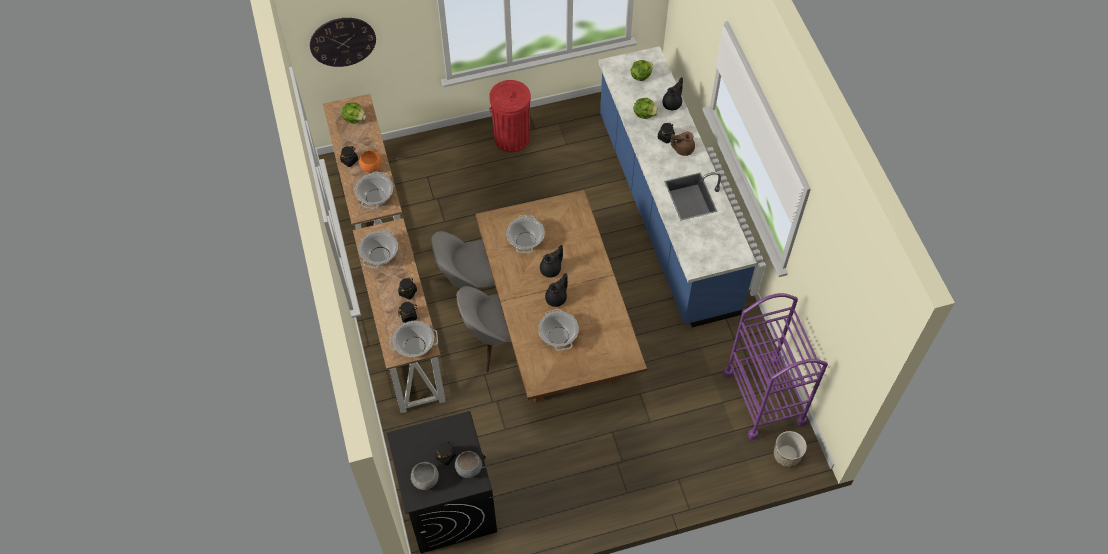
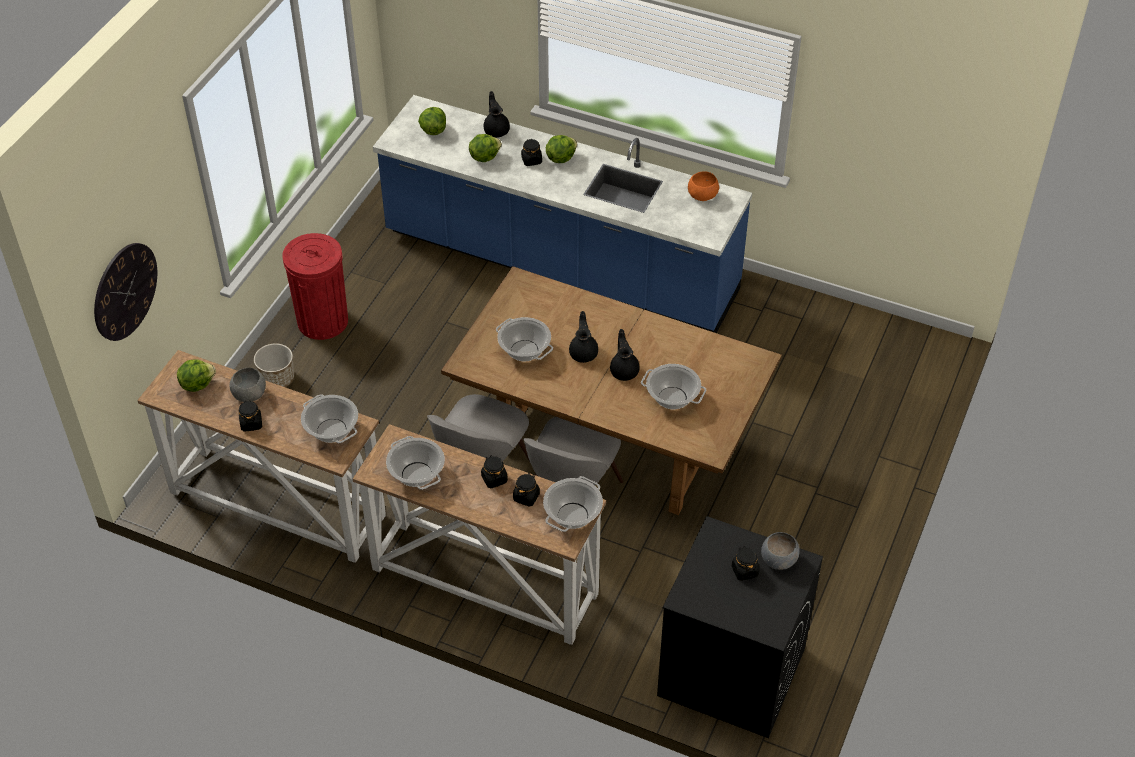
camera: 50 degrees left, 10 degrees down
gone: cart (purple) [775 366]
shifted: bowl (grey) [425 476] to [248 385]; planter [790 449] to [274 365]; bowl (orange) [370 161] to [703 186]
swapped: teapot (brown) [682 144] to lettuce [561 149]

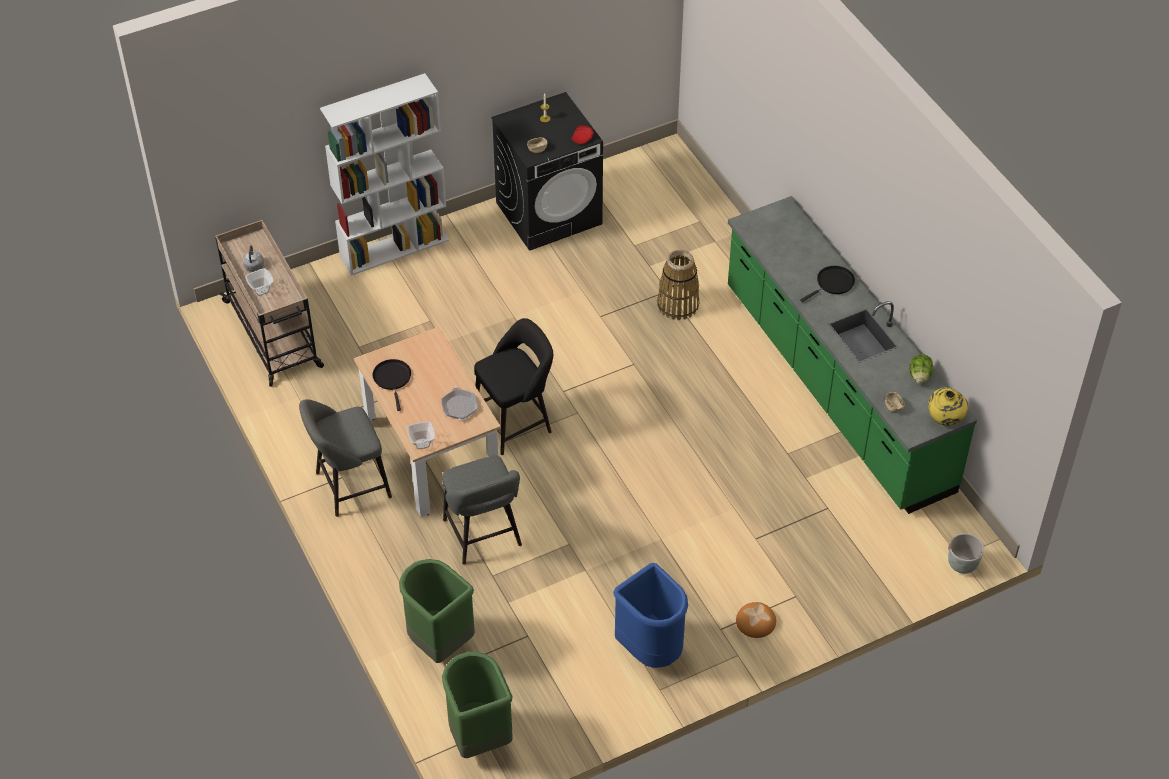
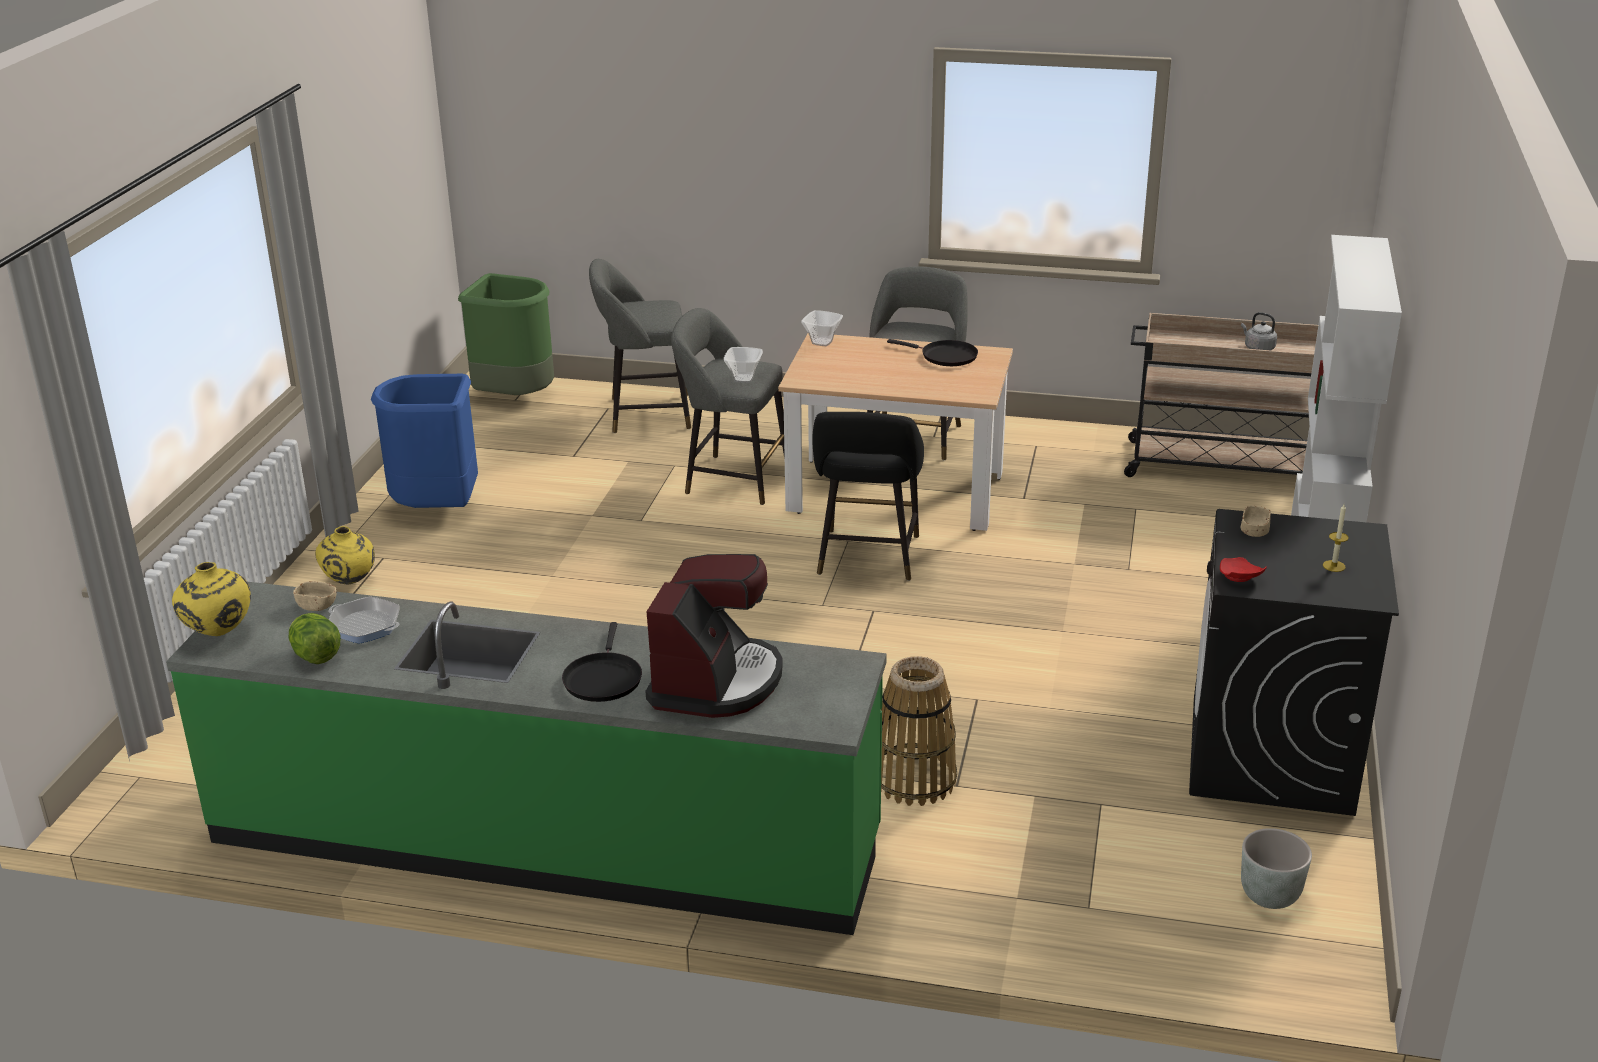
camera: 130 degrees right, 20 degrees down
new: coffee machine [714 636]
shifted: frying pan [459 403] to [364 620]; bowl [259 282] to [743 365]; planter (grey) [966 553] to [1276 868]
swapped: bread [756 620] to vase (yellow) [345 555]; trash can (green) [437 611] to stool (grey) [640 346]

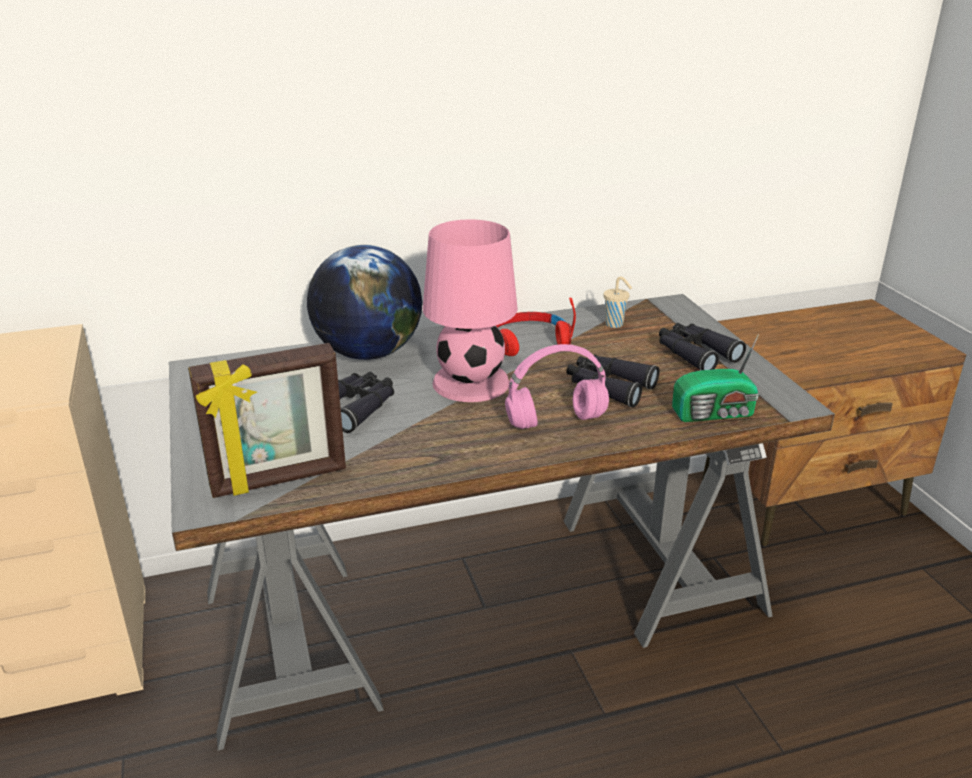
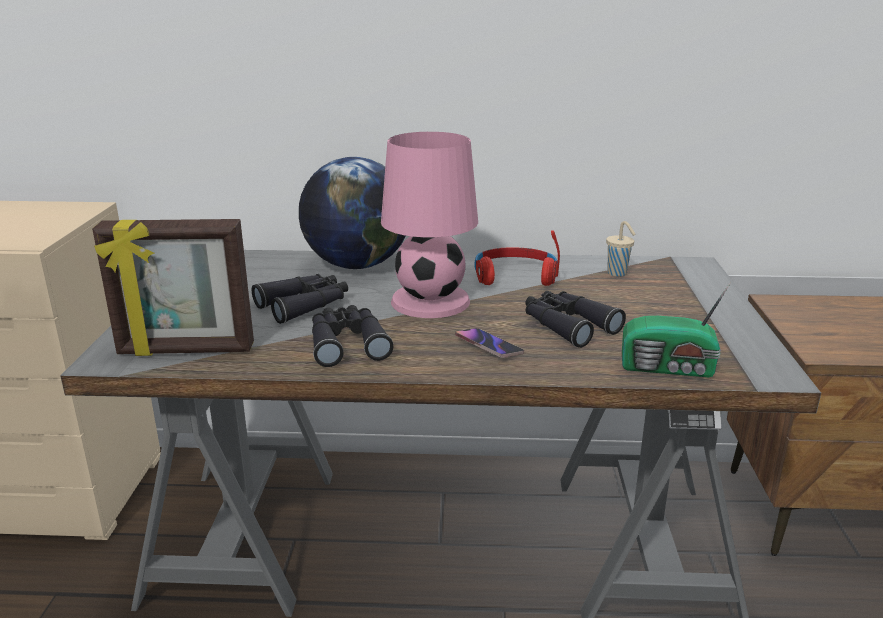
camera: 20 degrees right, 5 degrees down
shifted: binoculars (black) [702 347] to [353 336]
swapped: headphones (pink) [557 386] to phone [489 343]

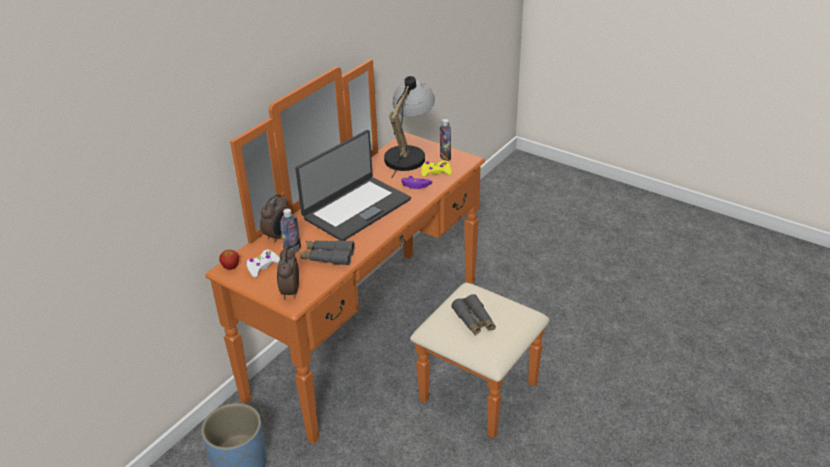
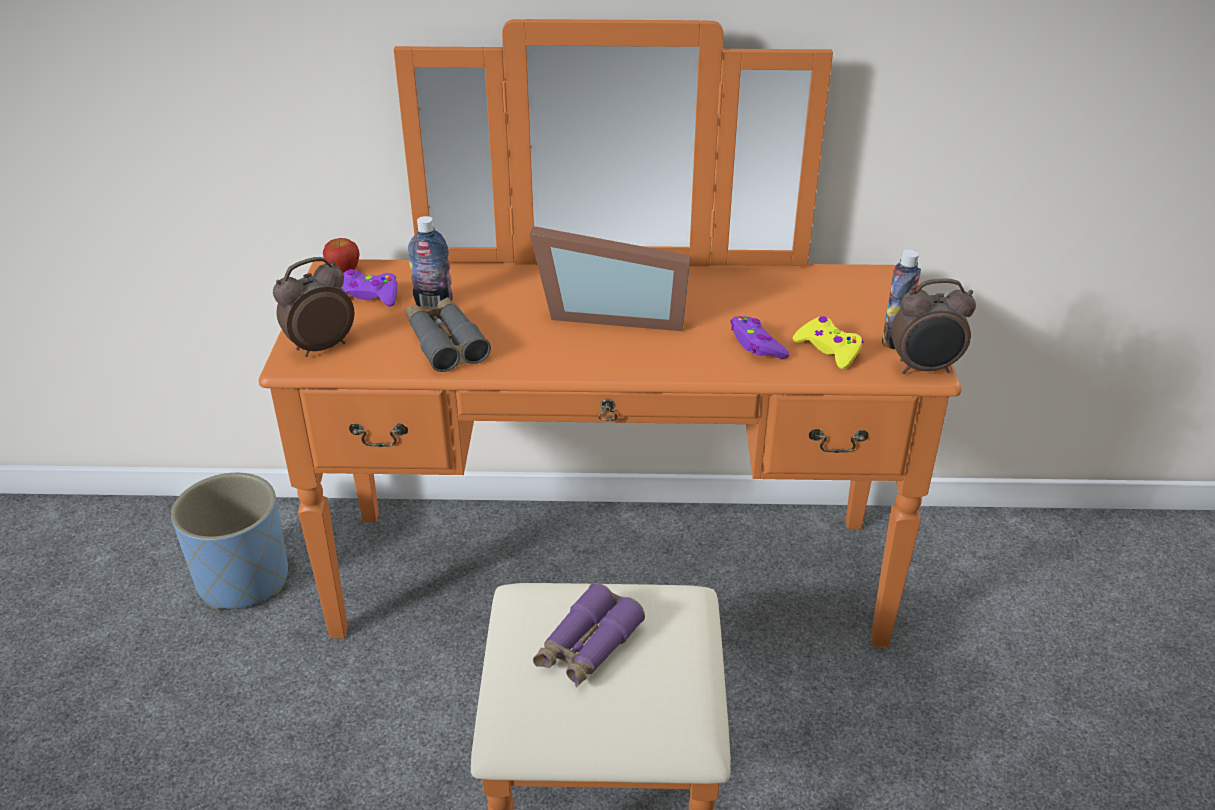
camera: 55 degrees right, 0 degrees up
gone: table lamp [409 127]
shifted: alarm clock [274 218] to [933 326]
swapped: laptop [353 185] to picture frame [610 278]
repainted: game controller (white) [263 263] to game controller (purple) [369 288]; binoculars (grey) [473 315] to binoculars (purple) [589 635]

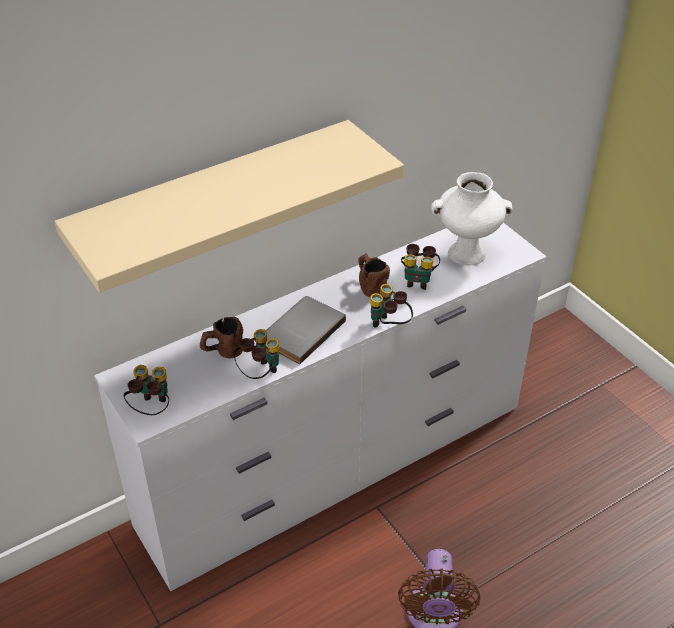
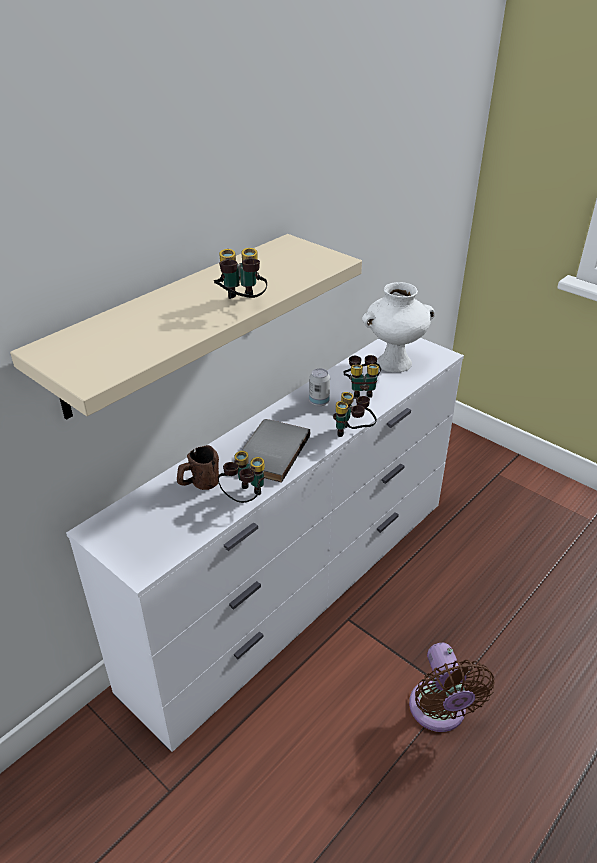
camera: 15 degrees left, 5 degrees down
shifted: binoculars [146 390] to [240 273]
swapped: mug (brown) [374 275] to can [319 387]

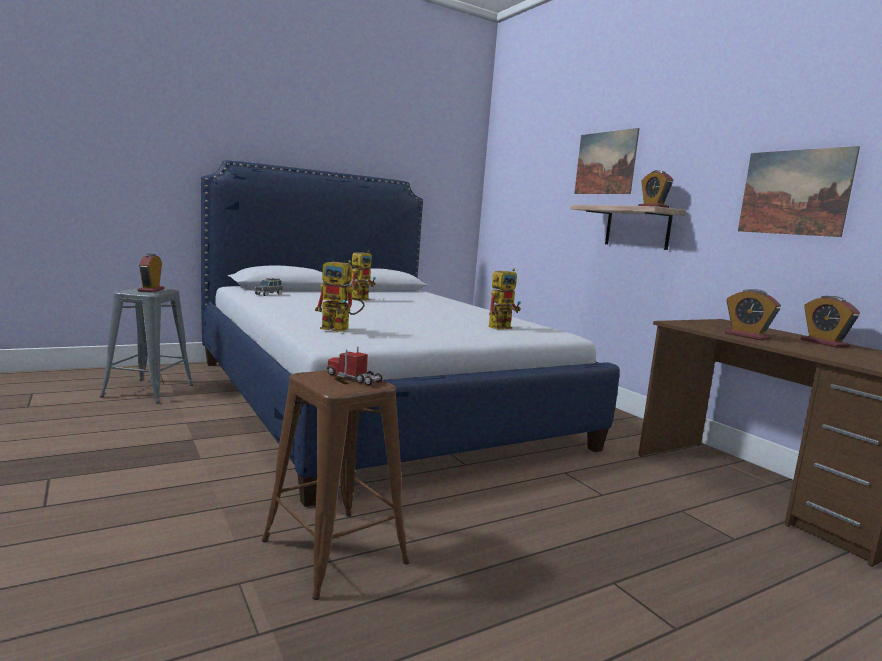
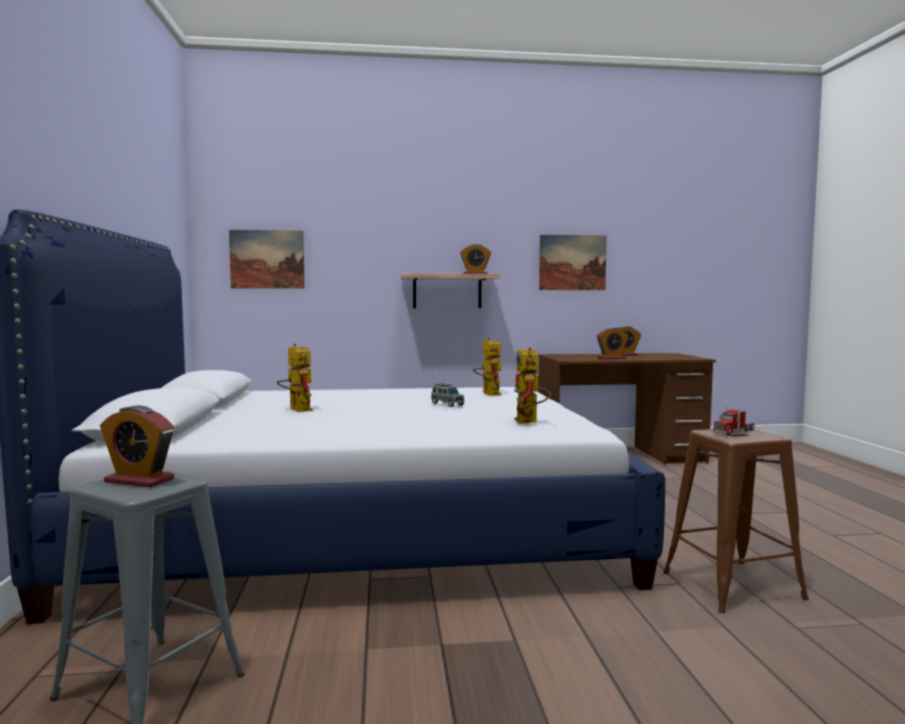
camera: 65 degrees left, 5 degrees down
shifted: picture [607 161] to [267 259]; toy car (grey) [268 287] to [447 395]
rotated: toy robot [340 296] = [532 385] 135 degrees clockwise

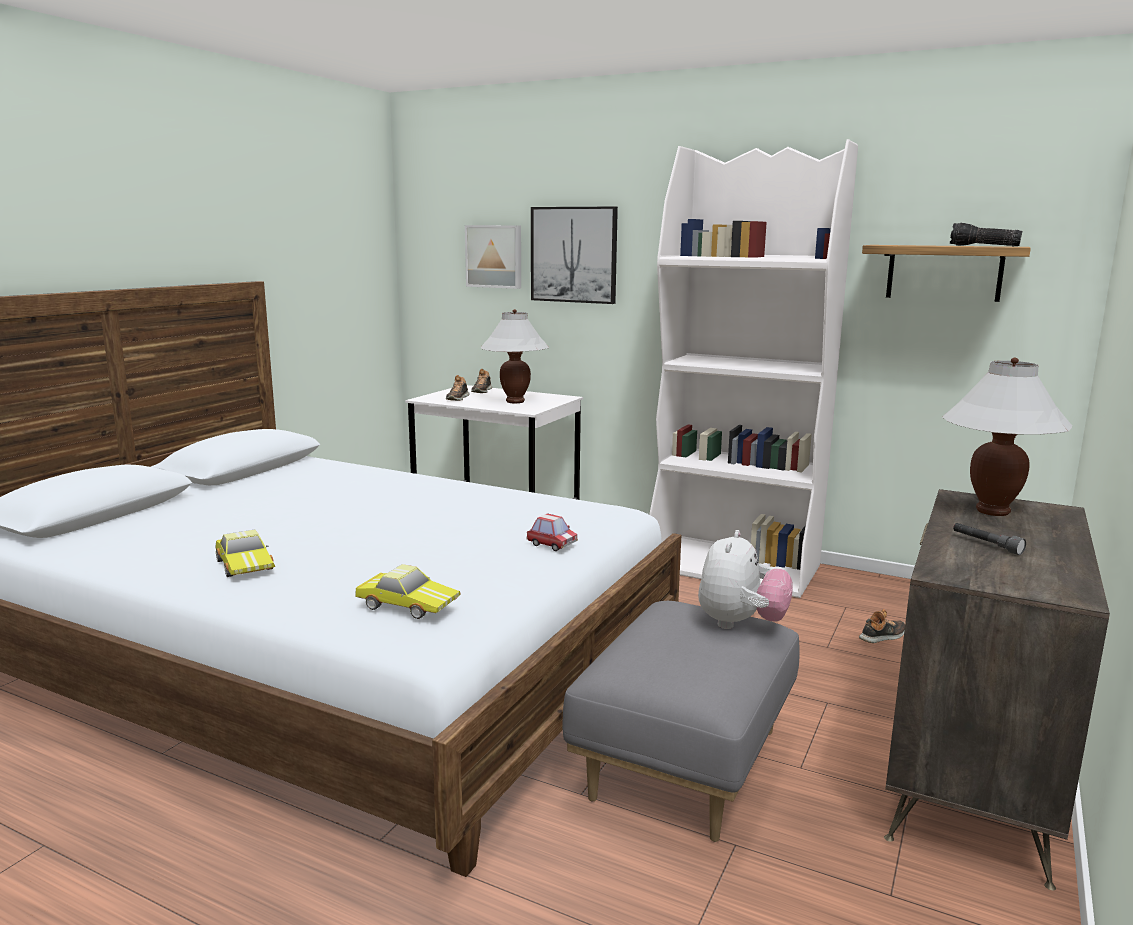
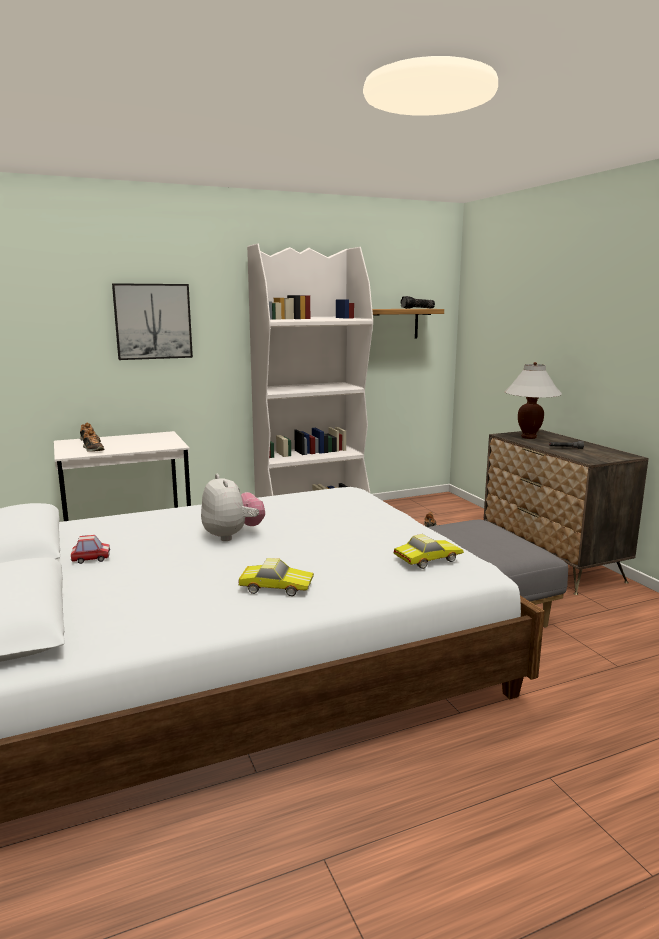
camera: 50 degrees left, 0 degrees up
gone: picture [493 257]; table lamp (white) [514 356]
shifted: toy car [552 532] to [90 549]; plush toy [745 579] to [233 507]

